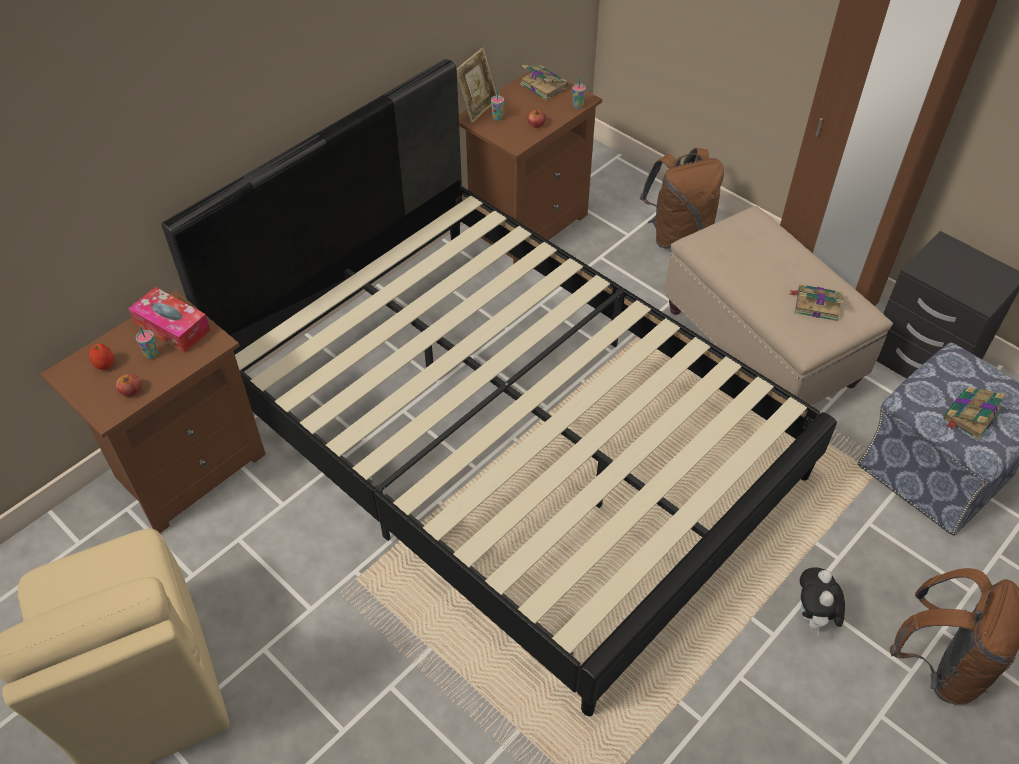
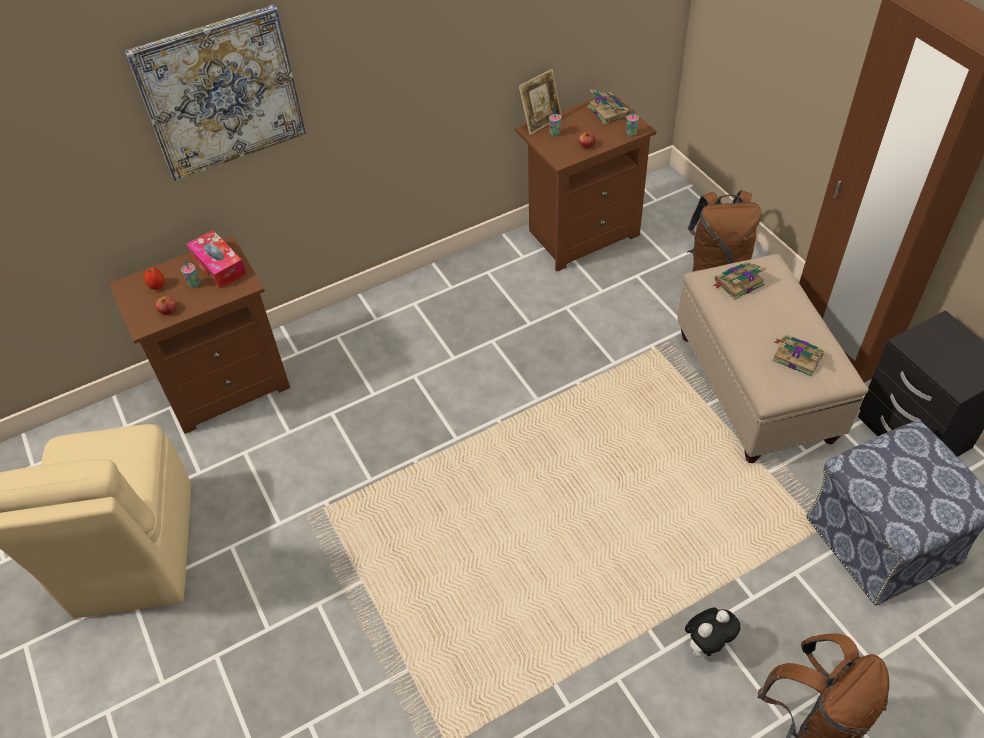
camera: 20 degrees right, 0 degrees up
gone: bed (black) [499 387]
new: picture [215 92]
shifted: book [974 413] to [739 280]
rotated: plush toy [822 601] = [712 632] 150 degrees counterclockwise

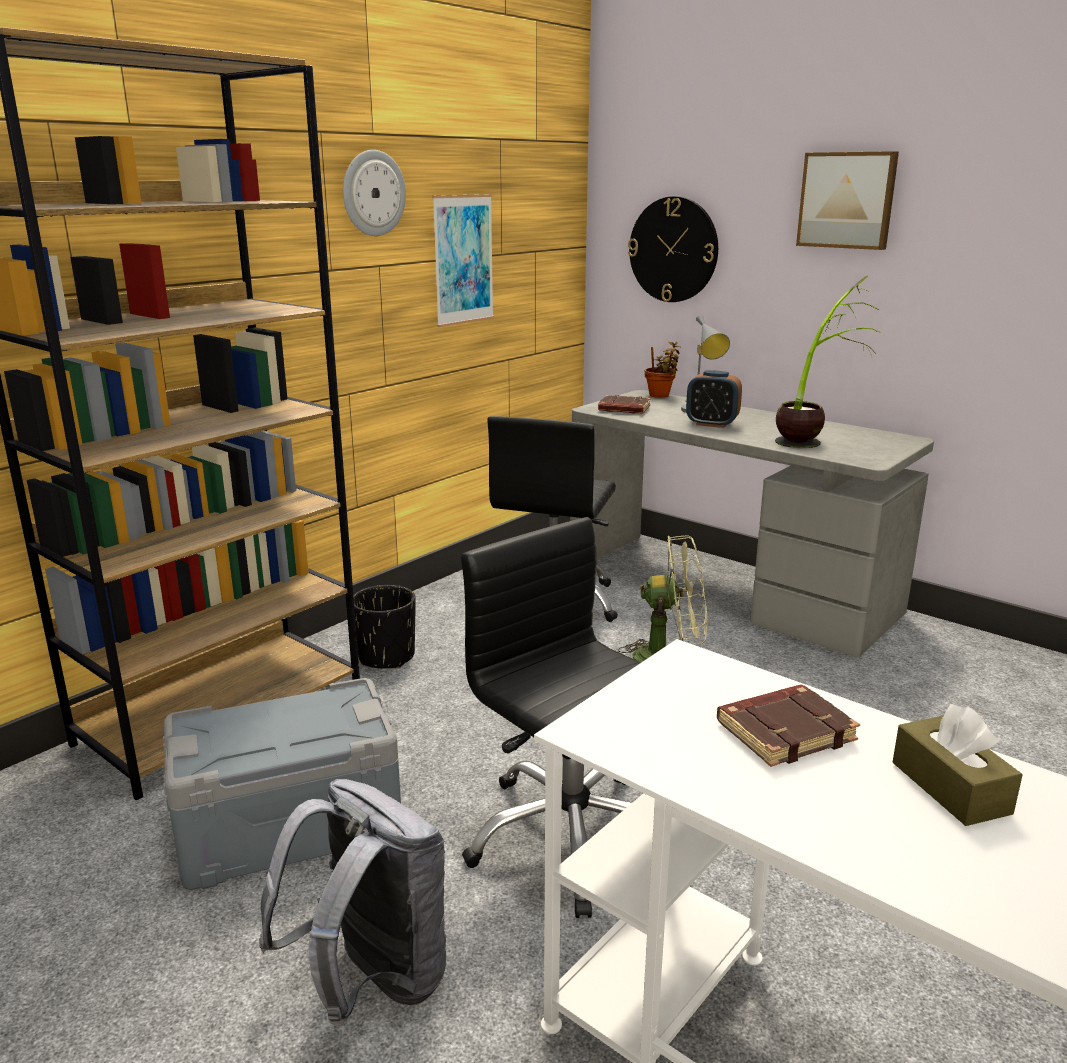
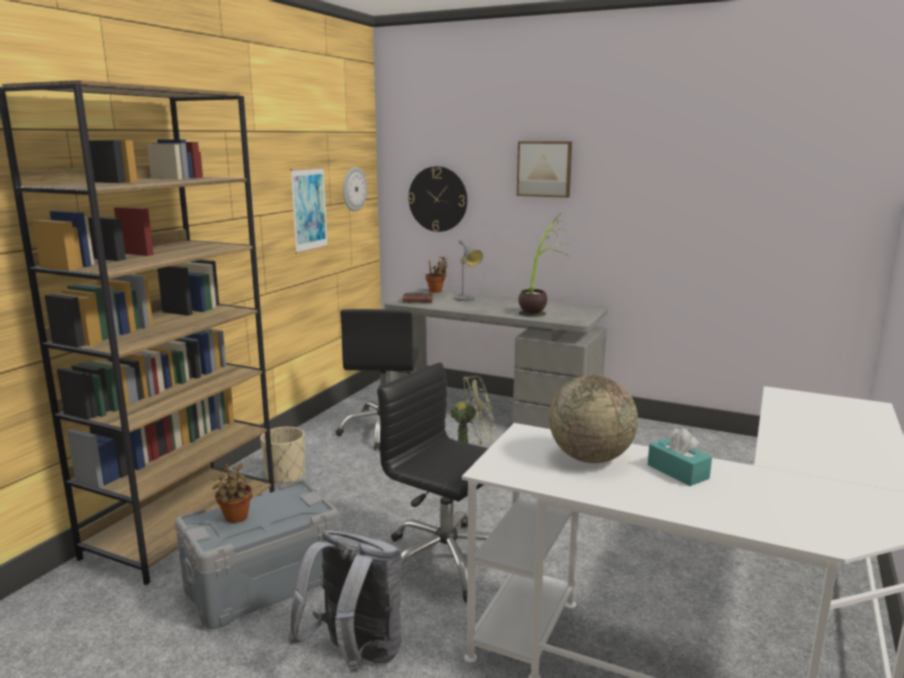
camera: 15 degrees left, 5 degrees down
gone: alarm clock [714 399]
new: potted plant [232 493]
shifted: wall clock [374 193] to [355 189]
swapped: book (brown) [788 725] to globe [593 419]
repainted: planter (black) [384 627] to planter (beige) [282 455]; tissue box (brown) [957 765] to tissue box (turquoise) [680 457]

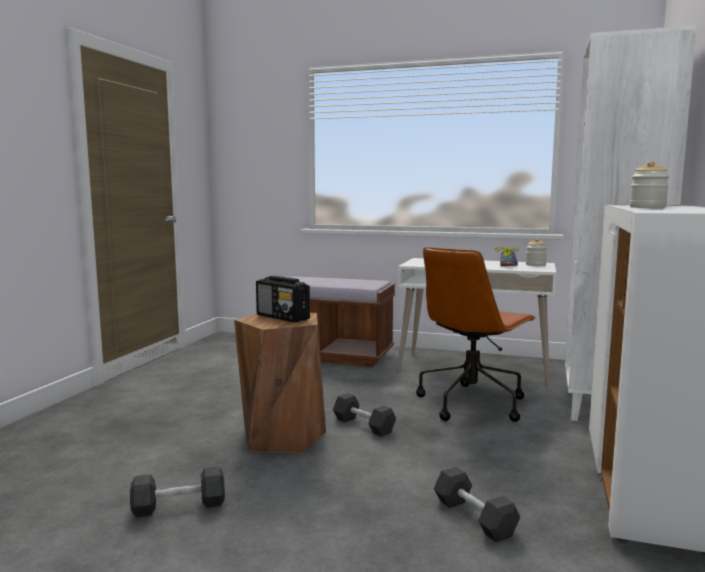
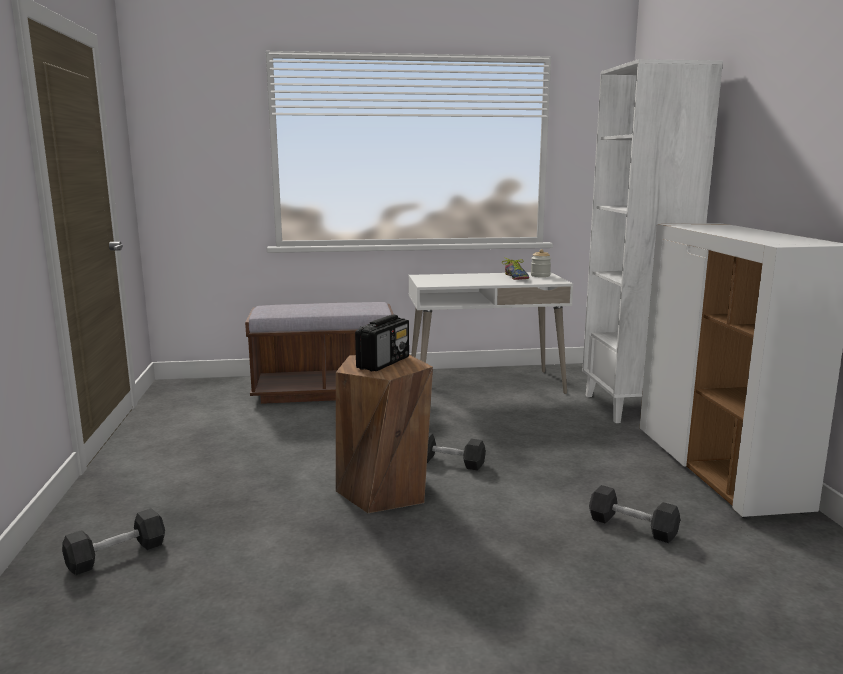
camera: 25 degrees left, 5 degrees up
gone: office chair (brown) [476 334]; jar [649 184]
shifted: dumbbell (black) [177 491] to [113 541]
rotated: radio [283 299] = [382 343] 75 degrees counterclockwise

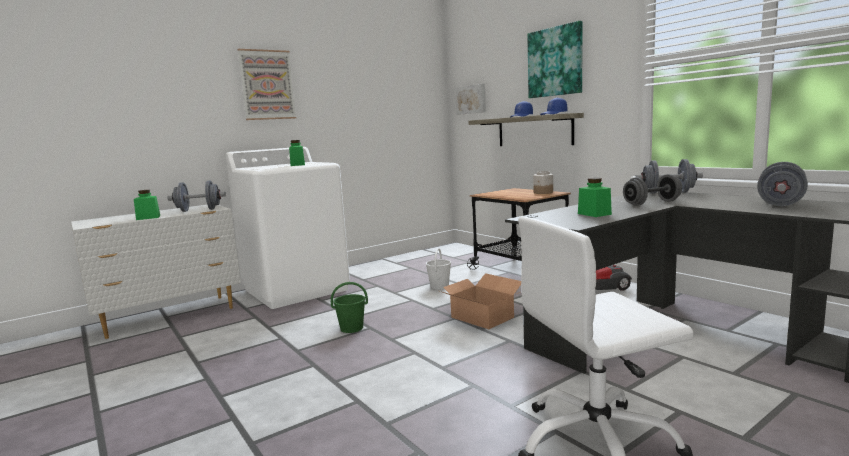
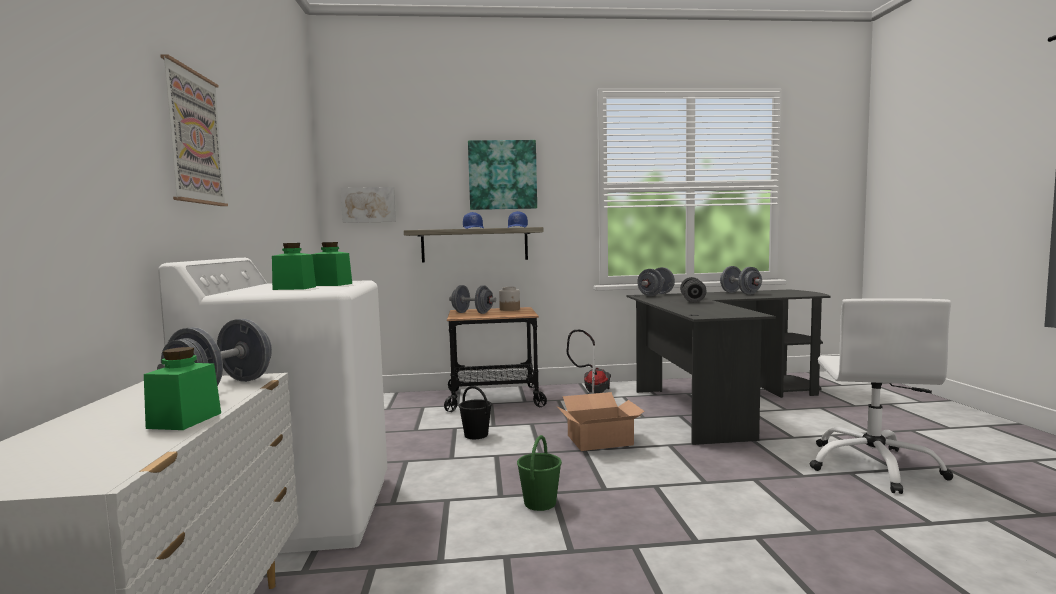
camera: 60 degrees left, 5 degrees down
new: dumbbell (grey) [472 299]
shifted: jar (green) [595 197] to [294 266]
repainted: bucket (white) [438 268] to bucket (black) [475 412]

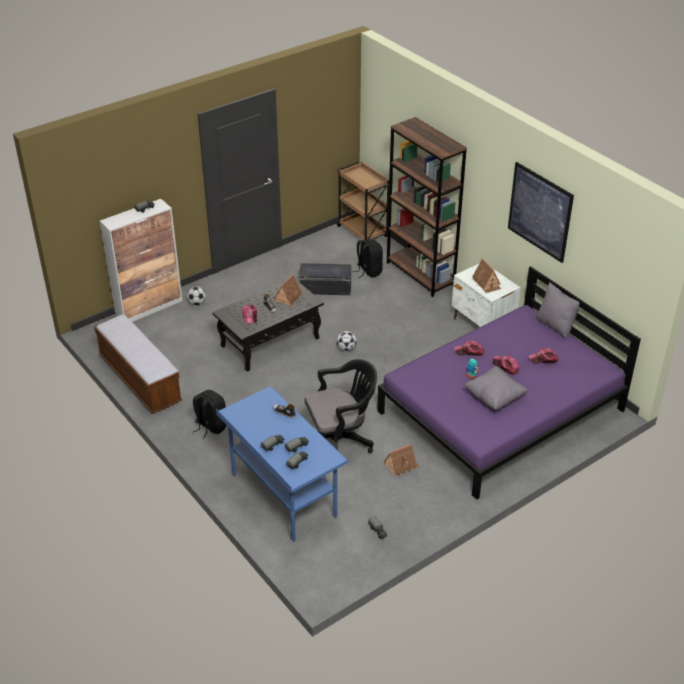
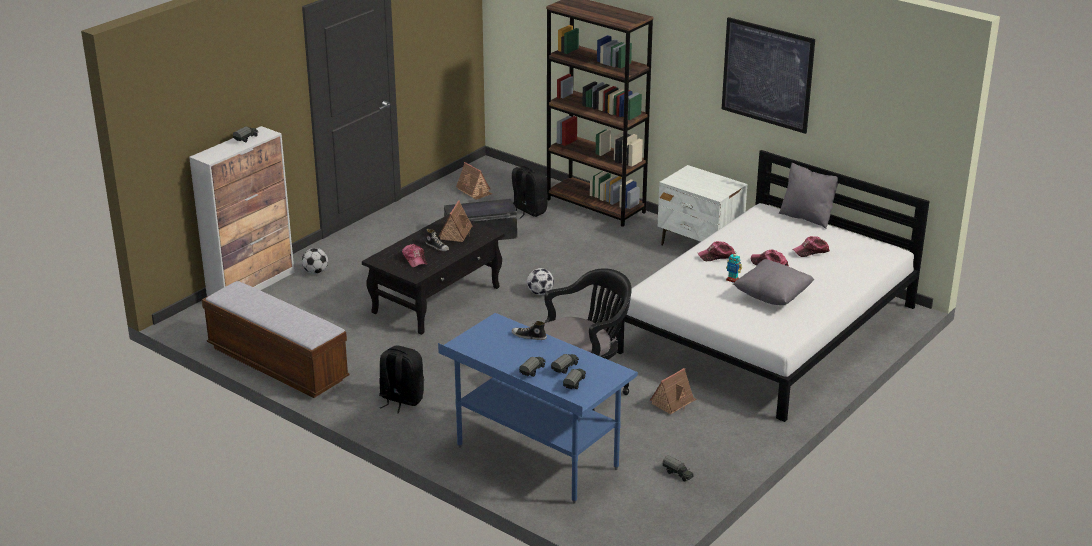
camera: 15 degrees left, 10 degrees down
gone: cart (brown) [363 201]
shifted: toy house [486 275] to [474 181]
repainted: bed (purple) [509 383] to bed (white) [773 286]

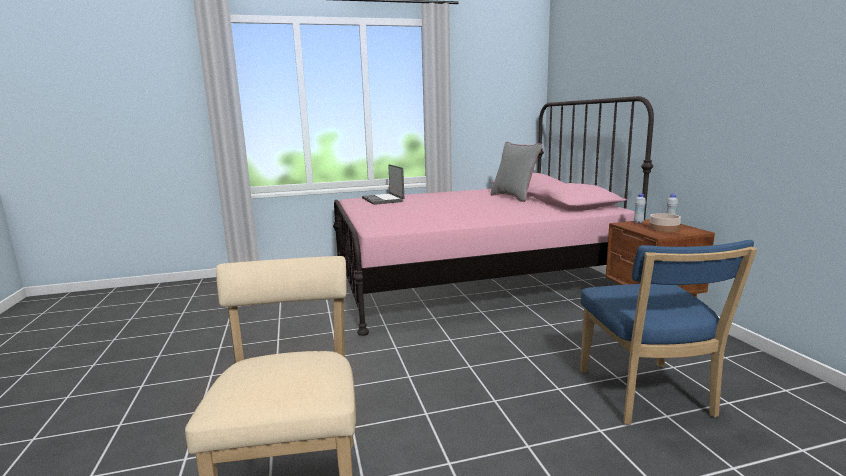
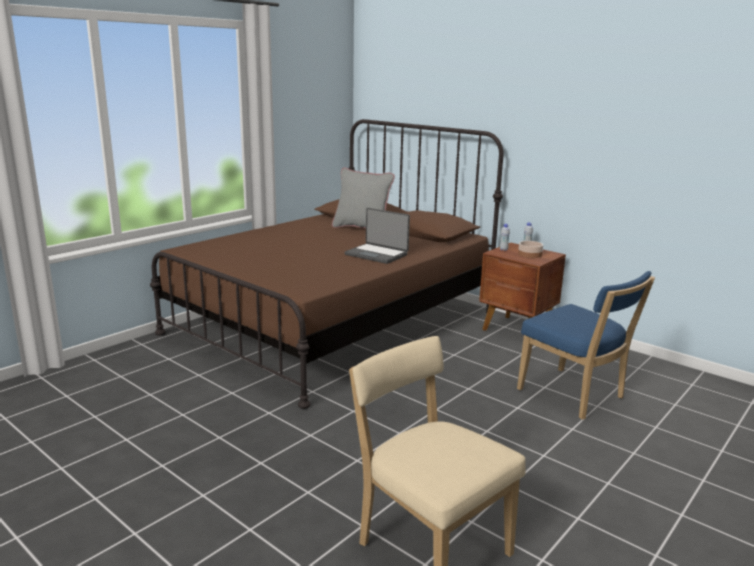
camera: 35 degrees left, 5 degrees up
shifted: laptop [383 184] to [377 236]
repainted: bed (pink) [493 216] to bed (brown) [327 264]

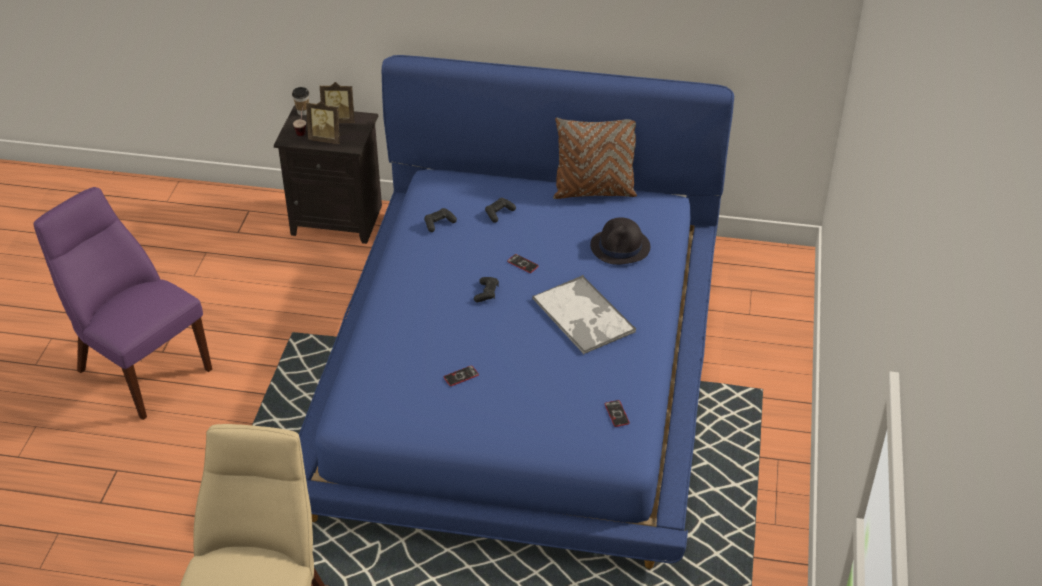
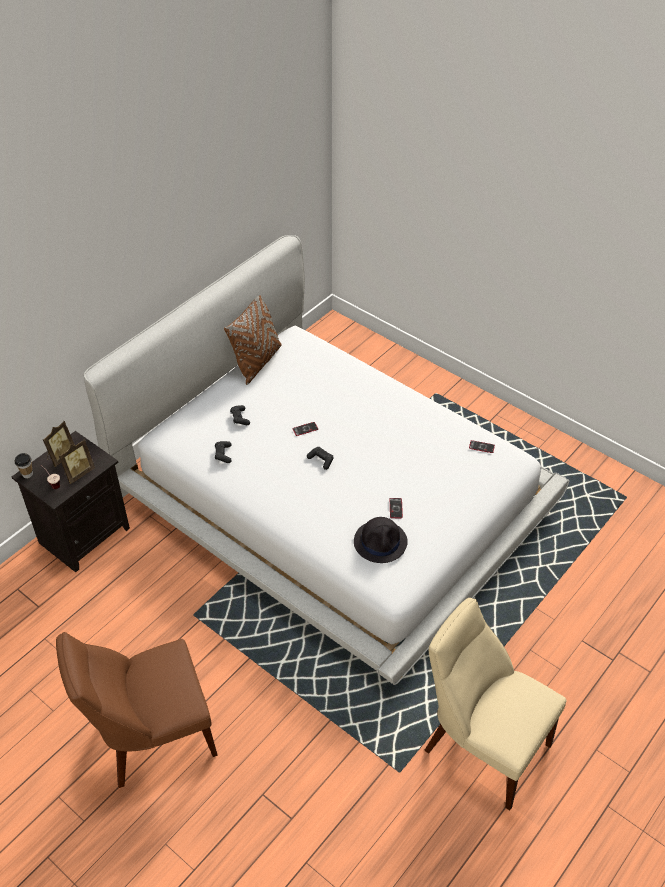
camera: 60 degrees left, 5 degrees up
gone: tray [584 314]
shifted: hat (black) [620 241] to [381 540]
repainted: chair (purple) [122 303] to chair (brown) [137 710]; bed (blue) [516 312] to bed (white) [326 460]

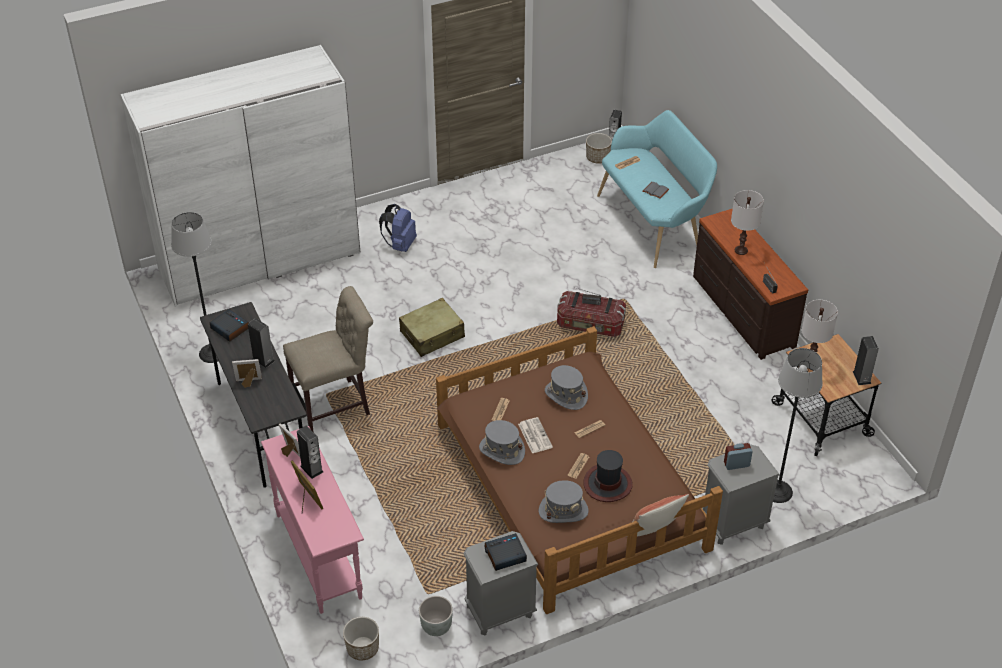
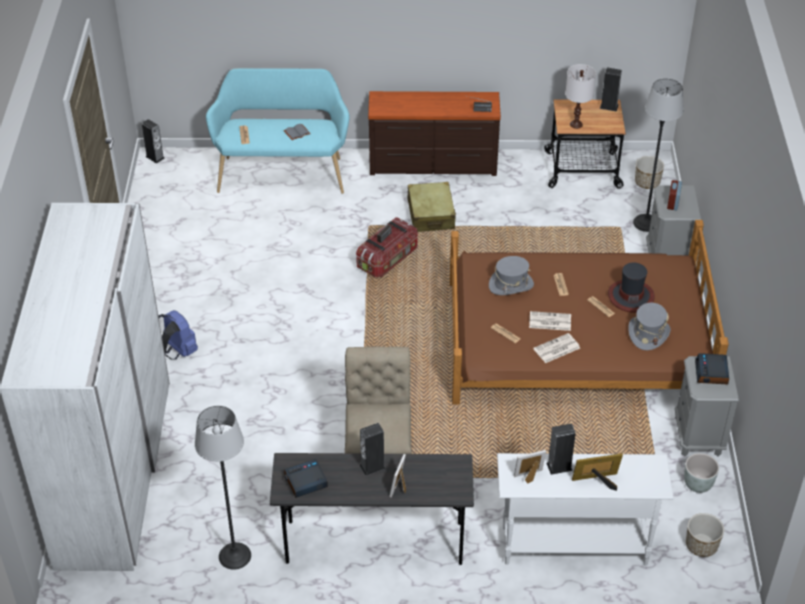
camera: 65 degrees left, 0 degrees up
gone: pillow [657 515]; table lamp (white) [747 222]
shifted: suitcase (beige) [432 327] to [431 207]; planter [599 148] to [649 172]
swapped: hat (grey) [502 442] to newspaper [556 348]
repainted: console table (pink) [312 520] to console table (white) [585 509]

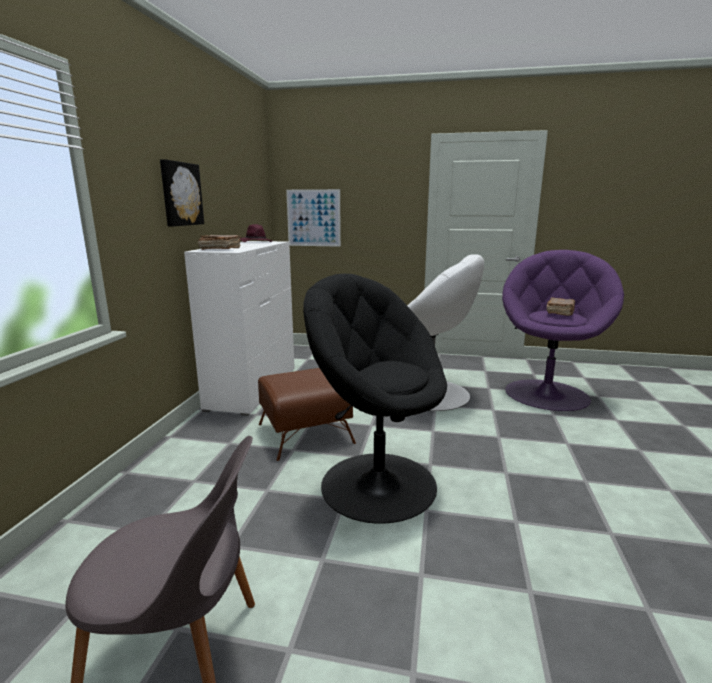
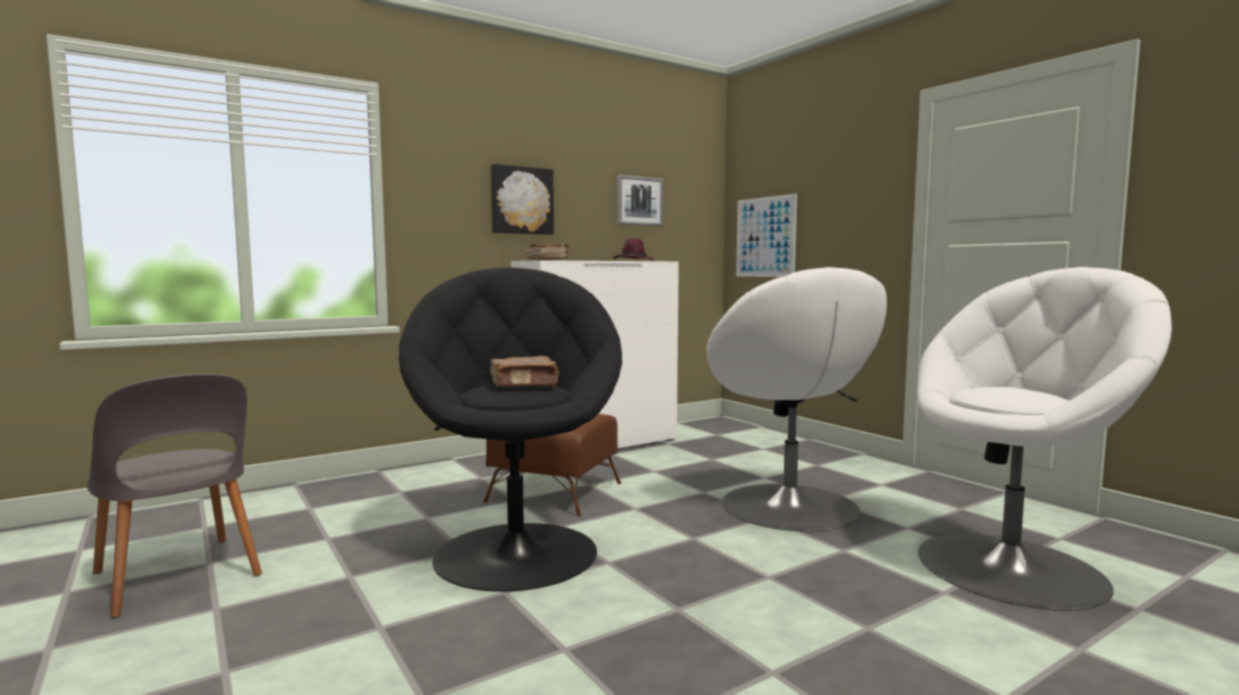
camera: 45 degrees right, 10 degrees down
new: picture [640 200]
shifted: book (brown) [561 306] to [524 371]
repainted: armchair (purple) [563 330] to armchair (white) [1044 438]

